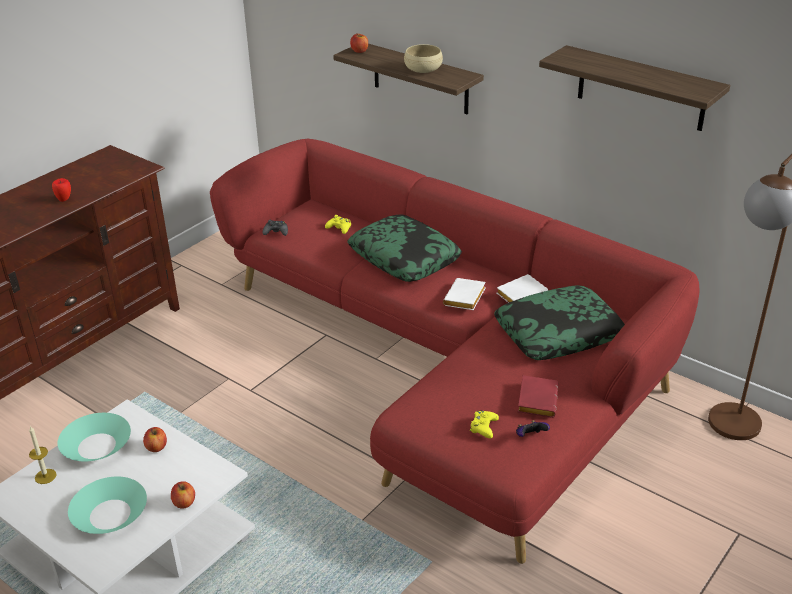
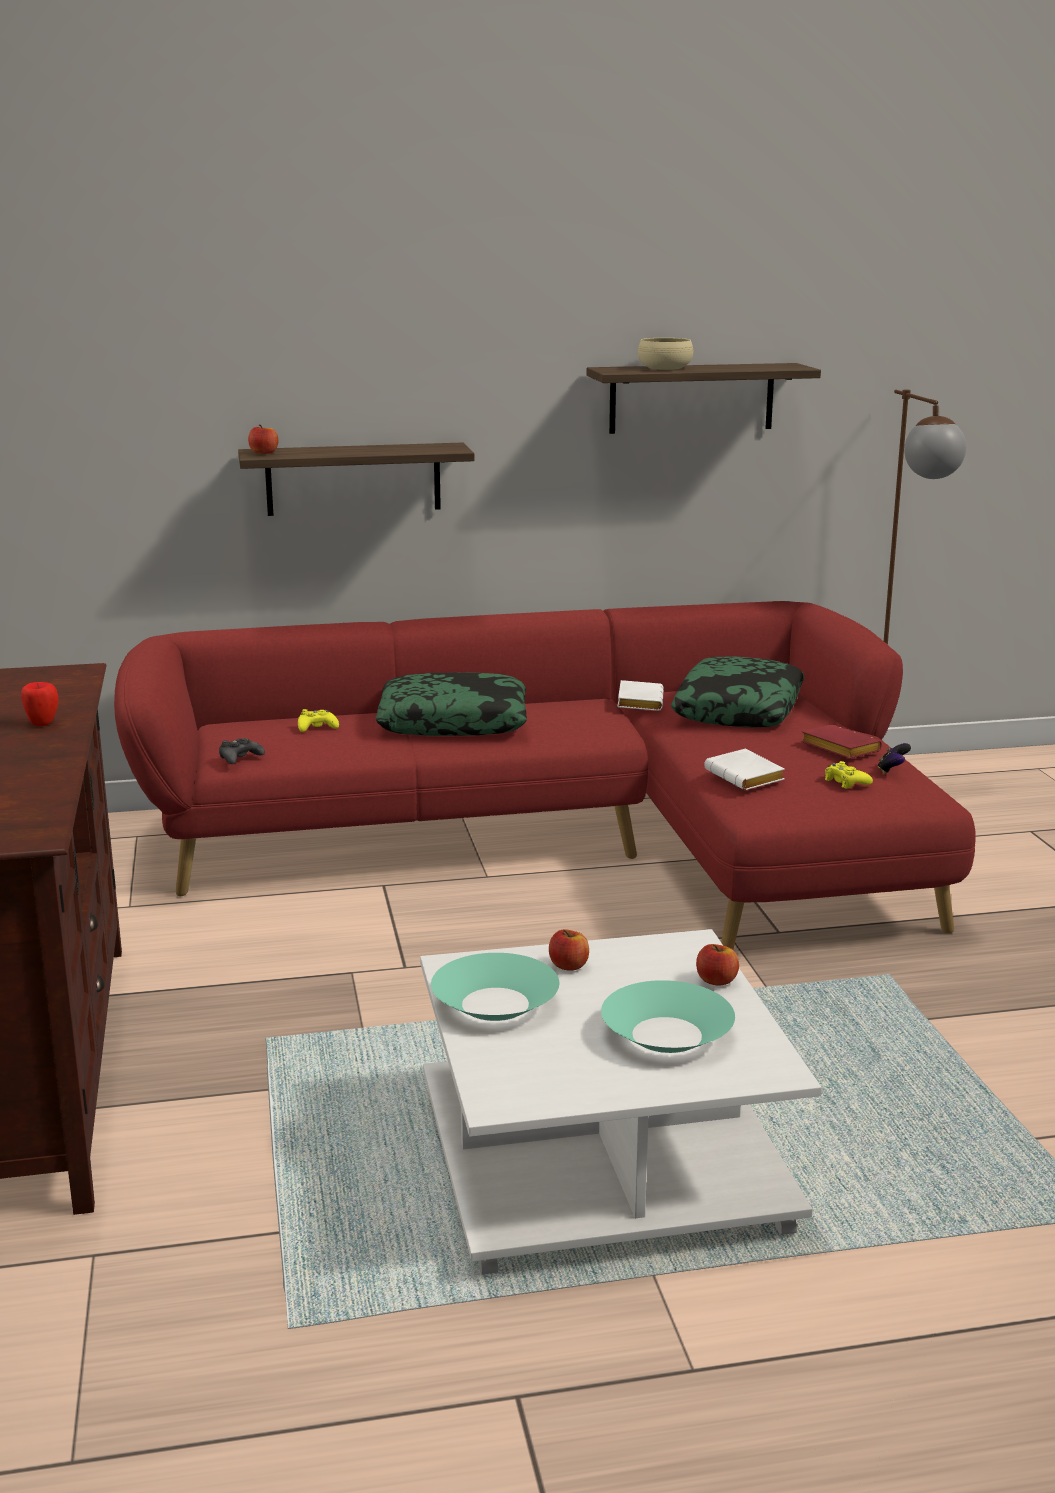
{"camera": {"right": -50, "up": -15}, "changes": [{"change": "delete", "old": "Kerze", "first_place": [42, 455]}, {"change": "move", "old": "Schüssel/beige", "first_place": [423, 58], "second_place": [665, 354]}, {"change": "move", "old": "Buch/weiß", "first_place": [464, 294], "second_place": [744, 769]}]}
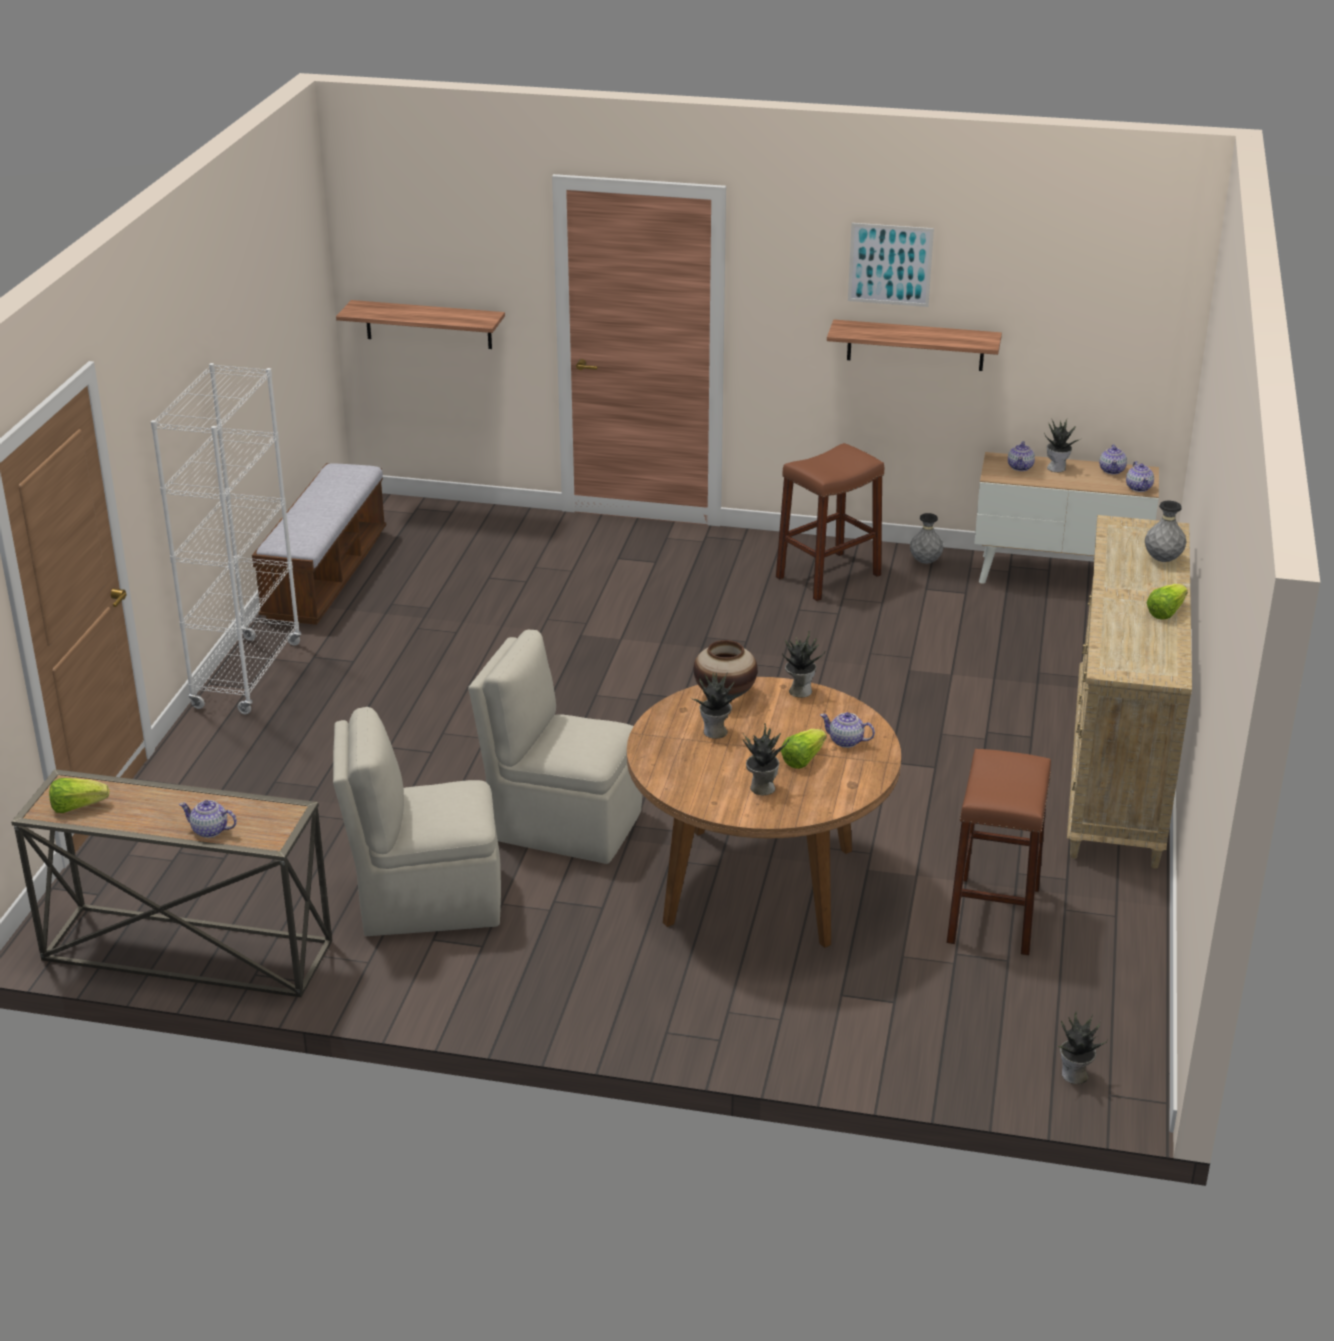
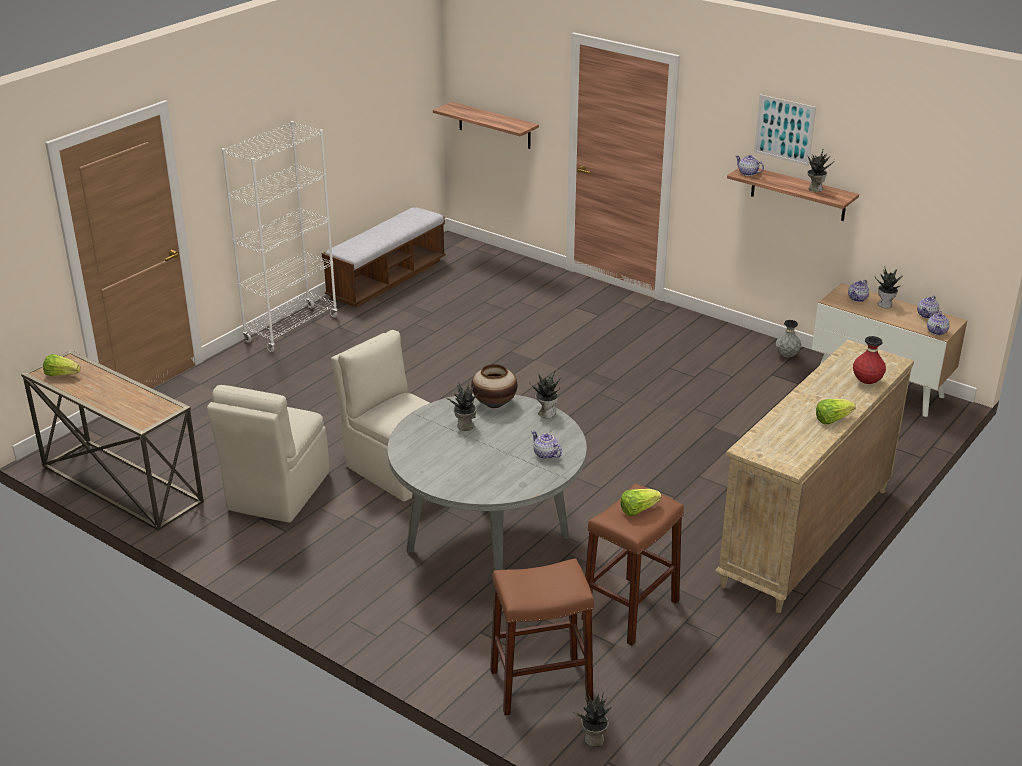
{"camera": {"right": 25, "up": 0}, "changes": [{"change": "move", "old": "Teekanne", "first_place": [208, 819], "second_place": [749, 165]}, {"change": "rotate", "old": "Stuhl/beige", "first_place": [417, 821], "second_place": [268, 454], "degrees": -90}, {"change": "recolor", "old": "Esstisch/braun", "new": "Esstisch/grau", "first_place": [764, 812], "second_place": [487, 481]}, {"change": "move", "old": "Topfpflanze", "first_place": [766, 759], "second_place": [821, 170]}, {"change": "move", "old": "Hocker/braun", "first_place": [830, 522], "second_place": [542, 637]}, {"change": "move", "old": "Salatkopf", "first_place": [803, 749], "second_place": [641, 502]}, {"change": "recolor", "old": "Vase/grau", "new": "Vase/rot", "first_place": [1166, 531], "second_place": [869, 360]}]}
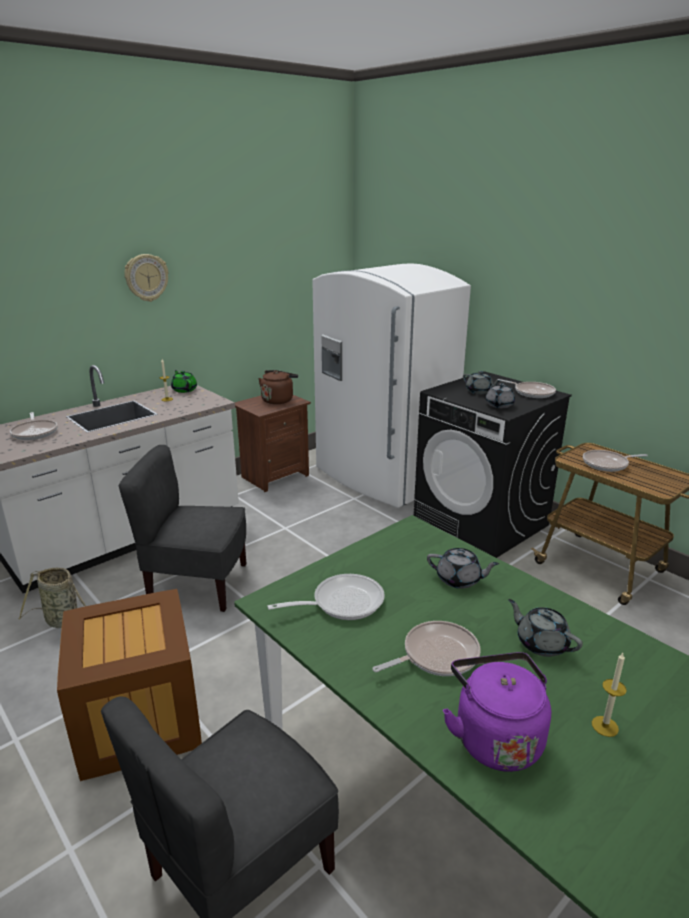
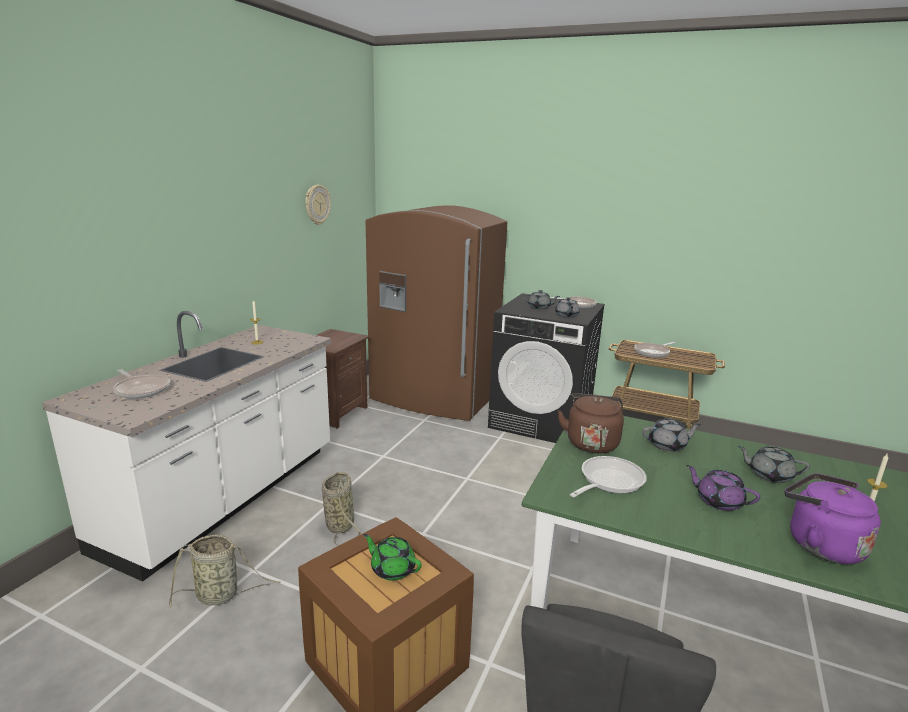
{"camera": {"right": -25, "up": -5}, "changes": [{"change": "replace", "old": "Stuhl/grau", "new": "Korb", "first_place": [182, 528], "second_place": [342, 509]}, {"change": "move", "old": "Wanduhr", "first_place": [146, 278], "second_place": [318, 205]}, {"change": "move", "old": "Teekanne/grün", "first_place": [184, 381], "second_place": [392, 557]}, {"change": "move", "old": "Wasserkessel/braun", "first_place": [278, 387], "second_place": [591, 423]}, {"change": "recolor", "old": "Kühlschrank/weiß", "new": "Kühlschrank/braun", "first_place": [391, 385], "second_place": [436, 313]}, {"change": "replace", "old": "Pfanne", "new": "Teekanne/lila", "first_place": [427, 648], "second_place": [723, 488]}]}
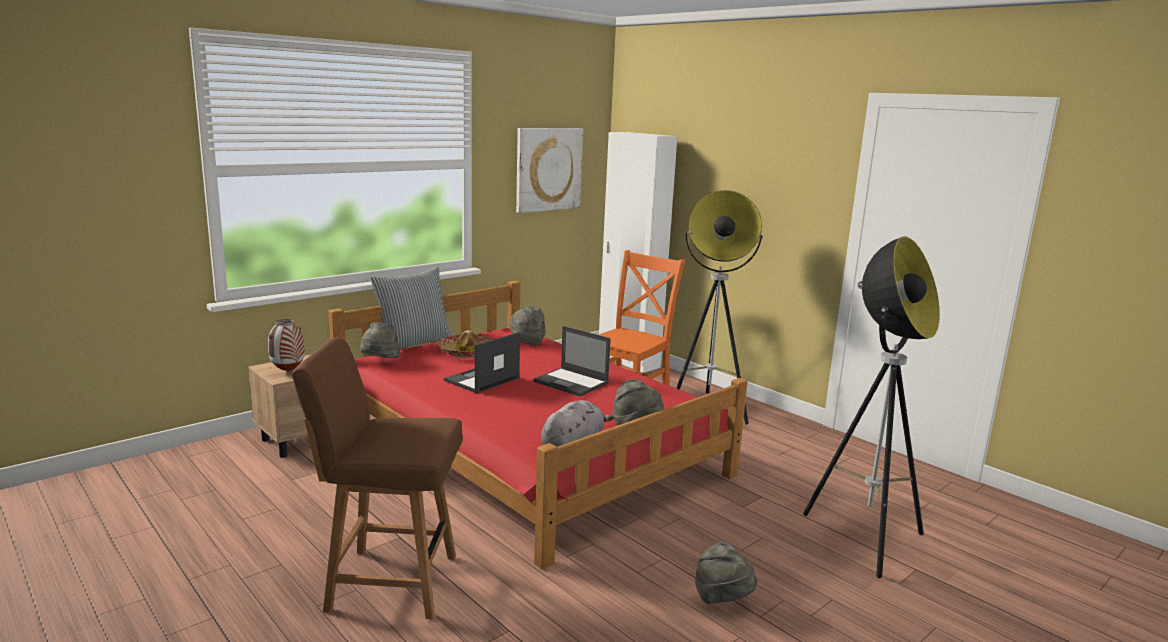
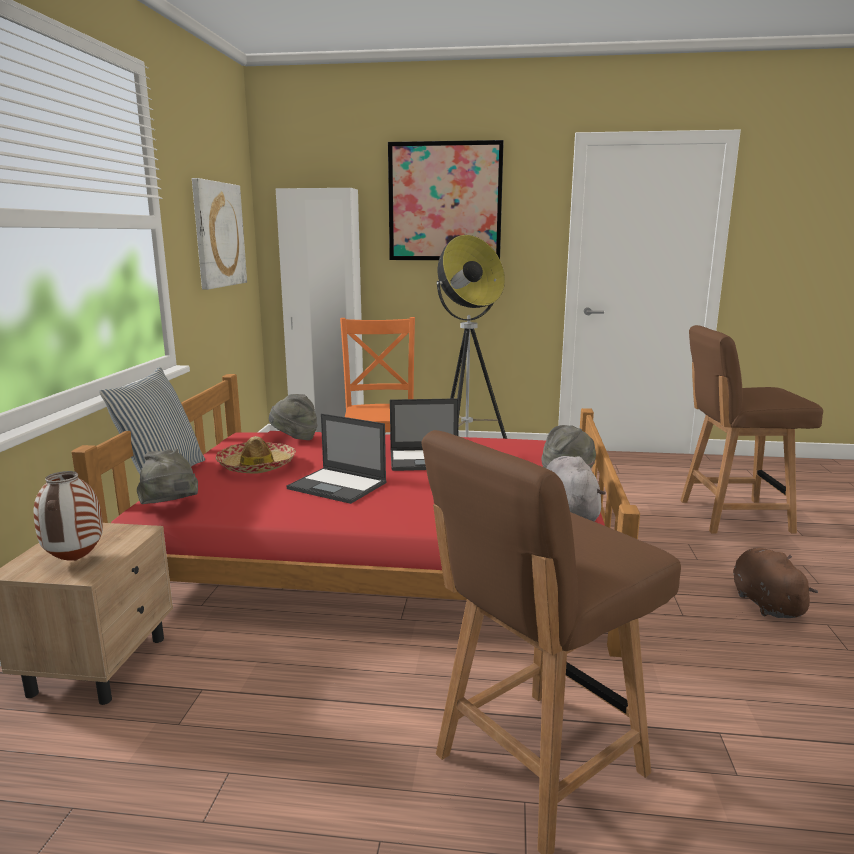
{"camera": {"right": -40, "up": 0}, "changes": [{"change": "rotate", "old": "Laptop", "first_place": [482, 362], "second_place": [336, 458], "degrees": -60}, {"change": "replace", "old": "Hut/grau", "new": "Plüschtier/braun", "first_place": [726, 572], "second_place": [775, 583]}, {"change": "replace", "old": "Stehlampe", "new": "Stuhl/braun", "first_place": [871, 407], "second_place": [751, 429]}, {"change": "insert", "new": "Bild", "second_place": [446, 200]}]}
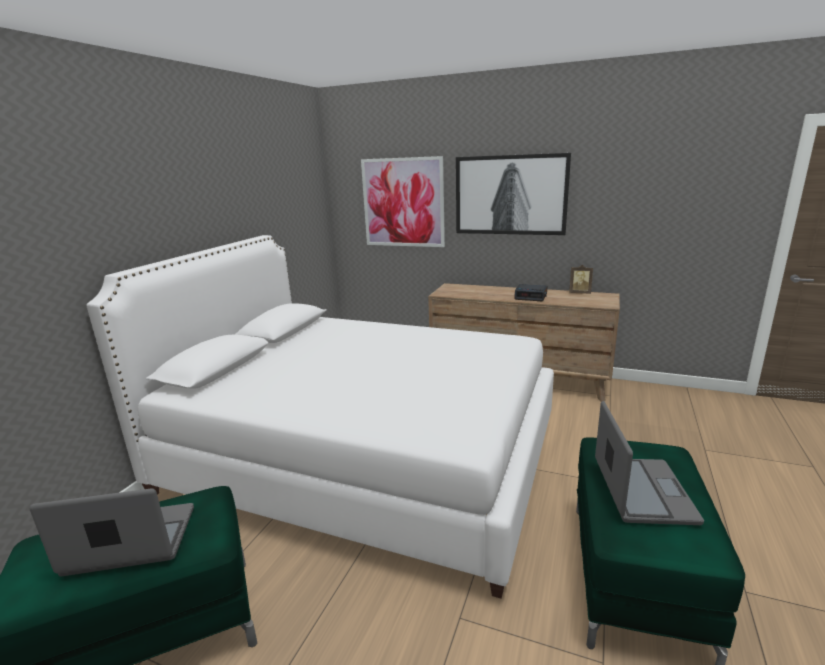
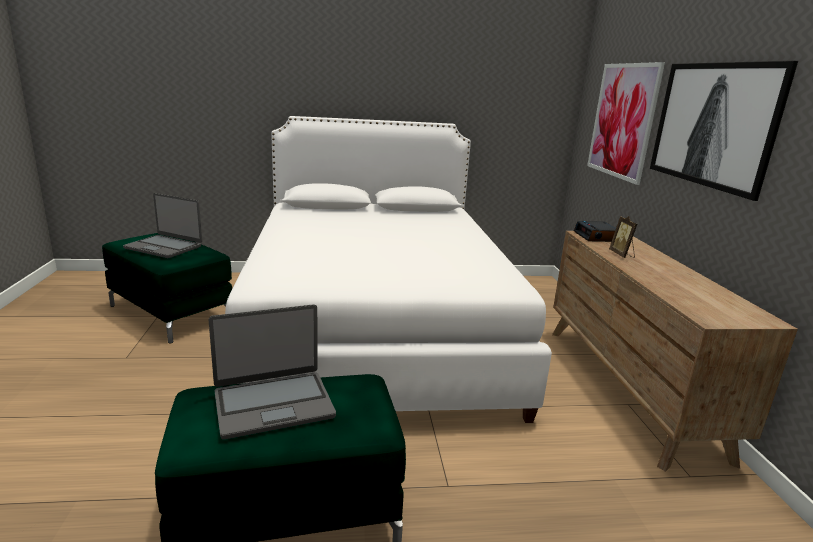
{"camera": {"right": 60, "up": 0}, "changes": [{"change": "rotate", "old": "Laptop", "first_place": [111, 533], "second_place": [162, 225], "degrees": 150}, {"change": "move", "old": "Wecker", "first_place": [531, 292], "second_place": [595, 231]}, {"change": "move", "old": "Bilderrahmen", "first_place": [581, 279], "second_place": [623, 237]}]}
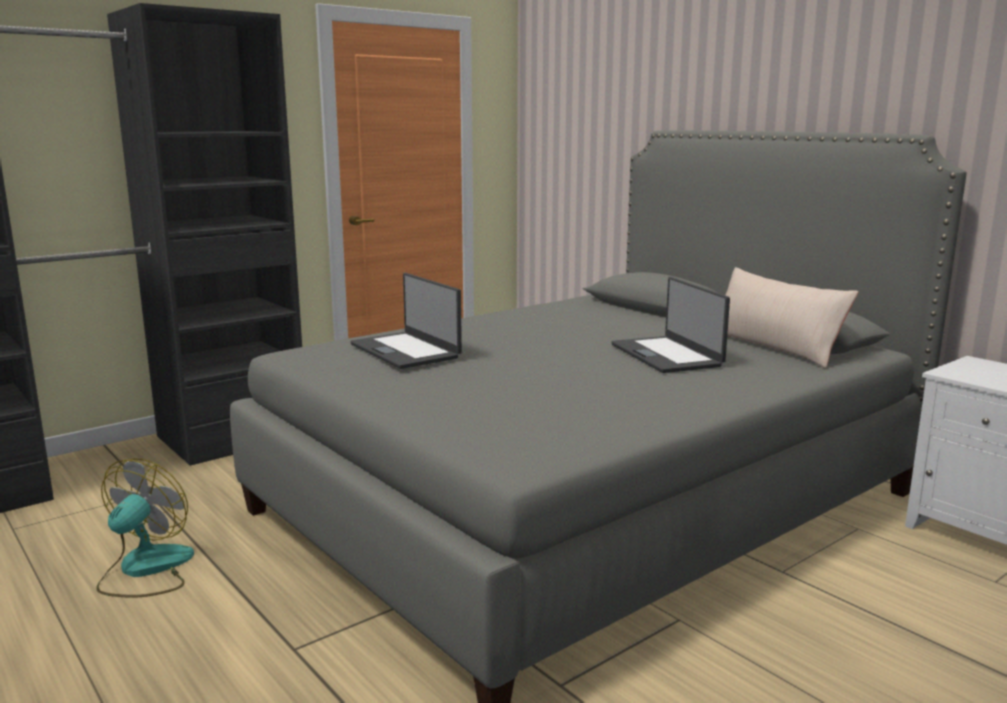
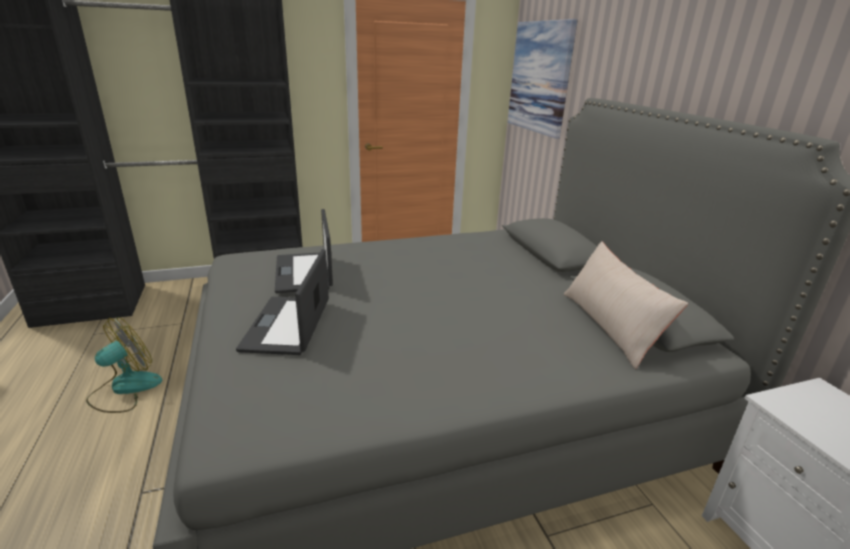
{"camera": {"right": 20, "up": 10}, "changes": [{"change": "move", "old": "Laptop", "first_place": [670, 325], "second_place": [282, 302]}, {"change": "insert", "new": "Bild", "second_place": [543, 79]}]}
